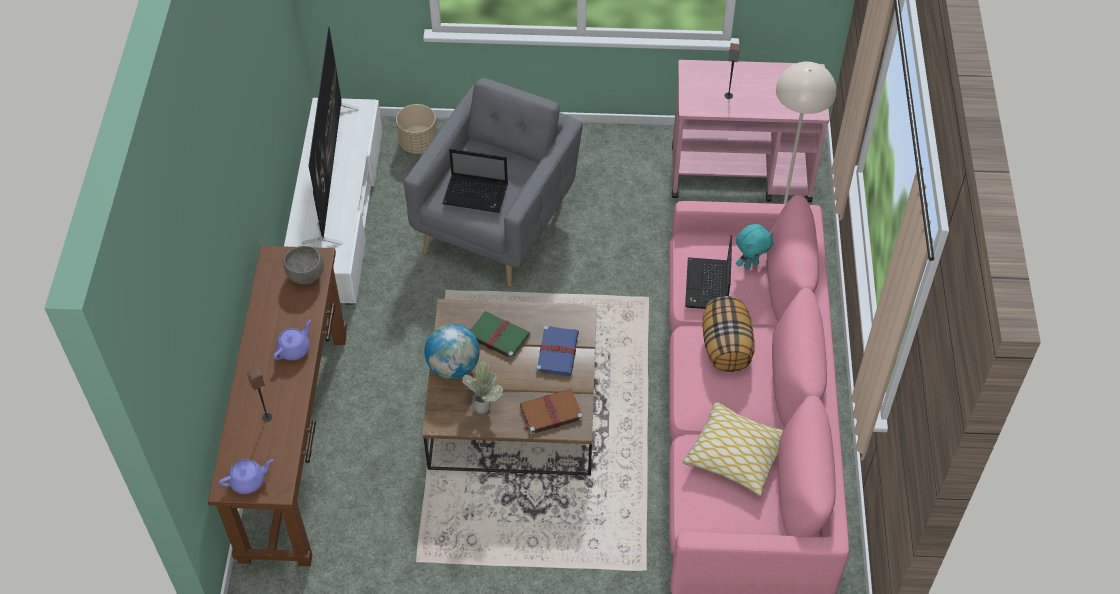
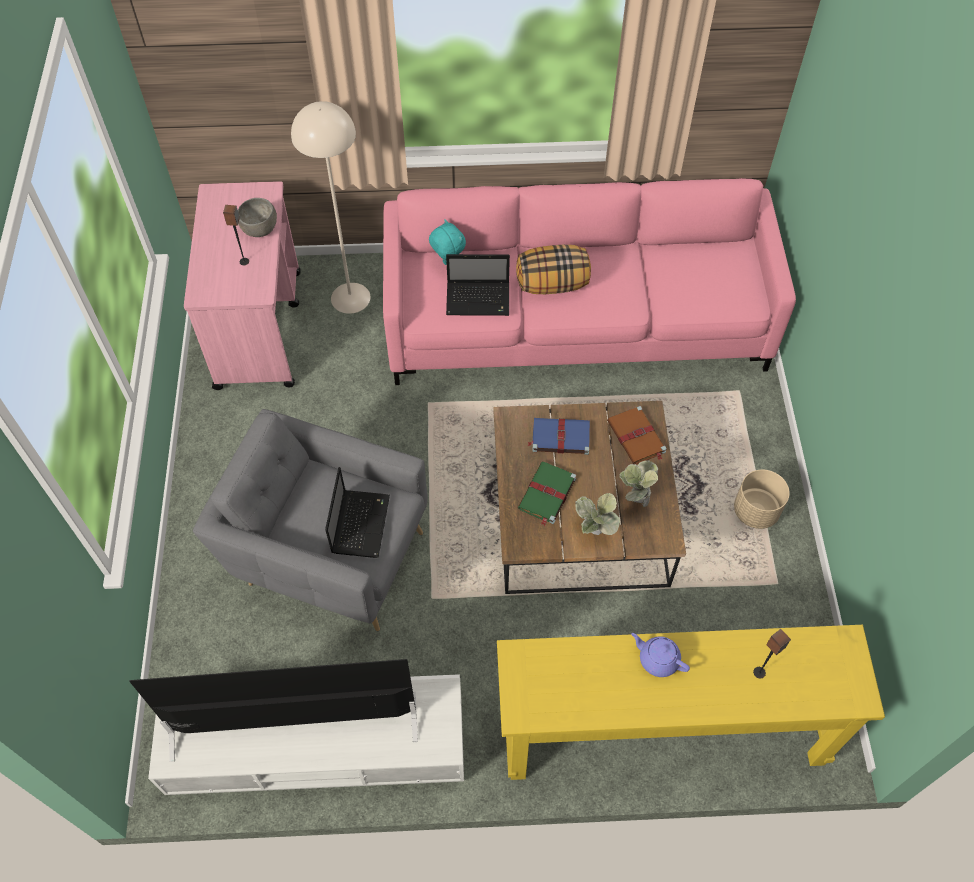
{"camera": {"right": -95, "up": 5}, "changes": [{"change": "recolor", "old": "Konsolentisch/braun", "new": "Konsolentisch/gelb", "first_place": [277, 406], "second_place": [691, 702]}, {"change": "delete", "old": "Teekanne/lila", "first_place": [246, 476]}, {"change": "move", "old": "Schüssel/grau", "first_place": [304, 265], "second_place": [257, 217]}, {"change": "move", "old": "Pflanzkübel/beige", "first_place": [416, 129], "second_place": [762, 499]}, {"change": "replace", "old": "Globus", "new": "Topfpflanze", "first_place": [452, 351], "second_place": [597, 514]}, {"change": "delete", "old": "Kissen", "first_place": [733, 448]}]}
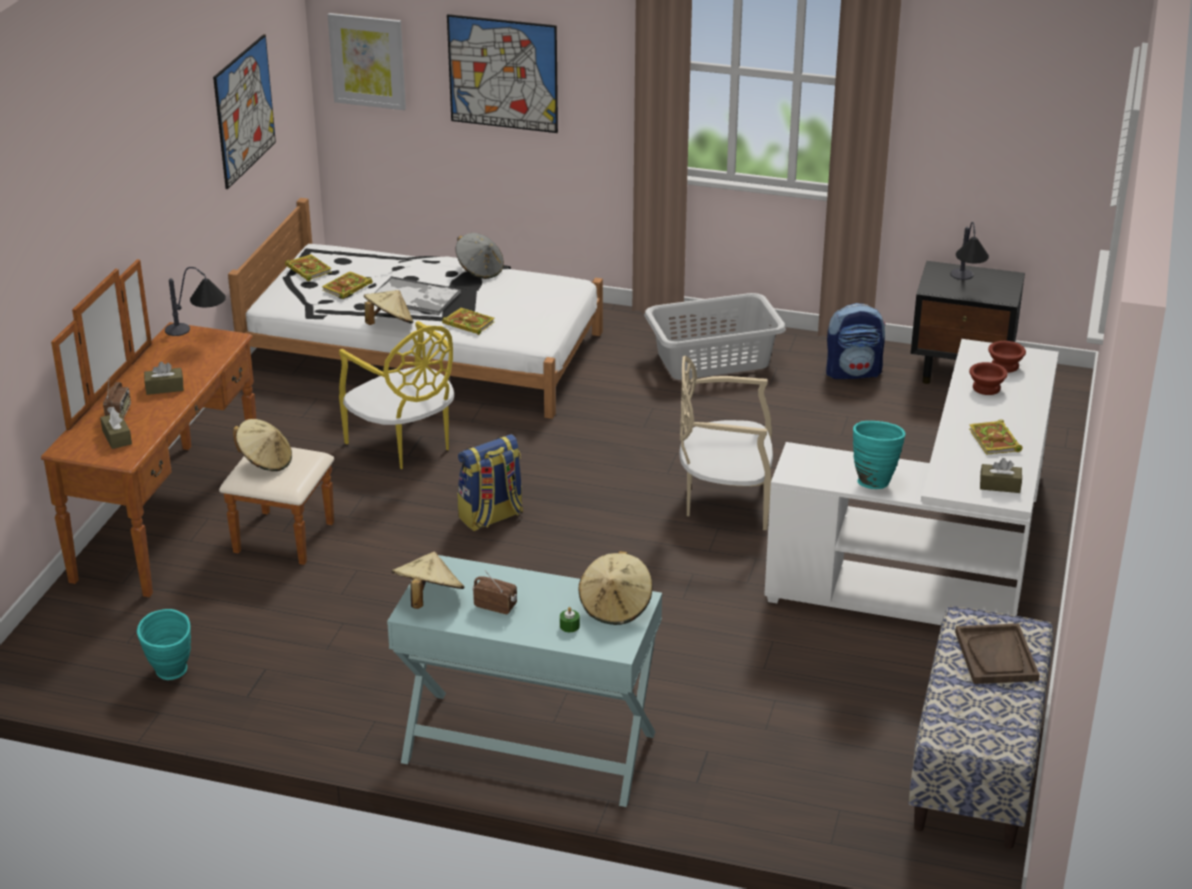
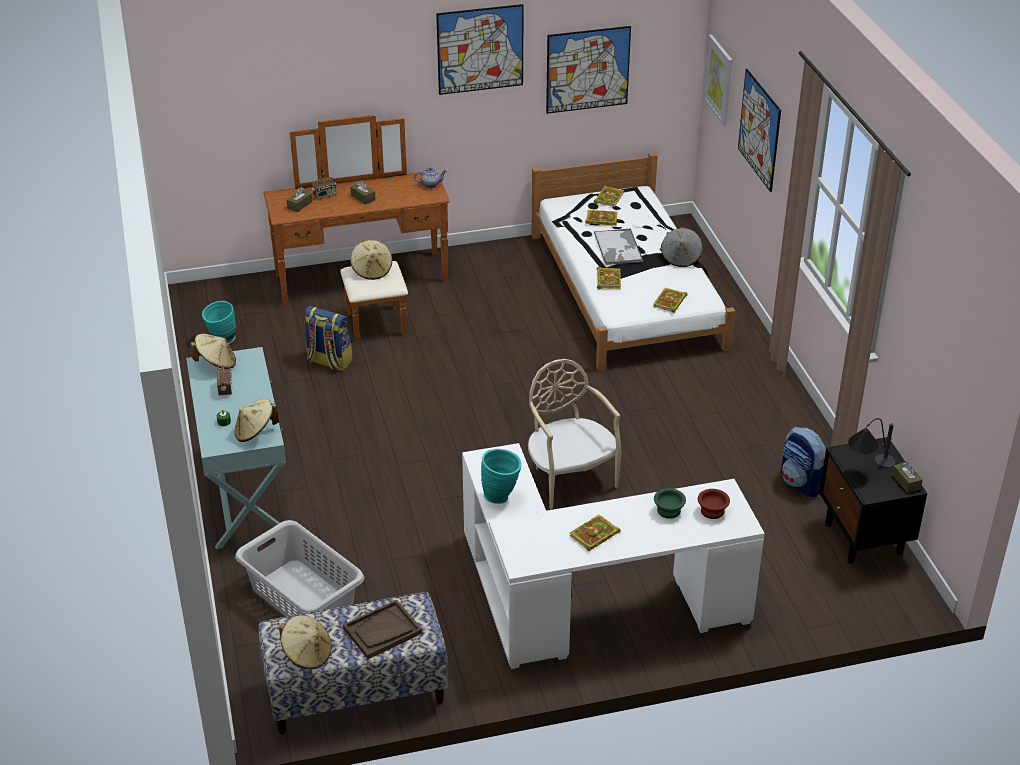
{"camera": {"right": 60, "up": 5}, "changes": [{"change": "replace", "old": "Tischlampe", "new": "Teekanne", "first_place": [195, 301], "second_place": [430, 178]}, {"change": "delete", "old": "Stuhl/gelb", "first_place": [396, 395]}, {"change": "move", "old": "Hut/beige", "first_place": [389, 307], "second_place": [305, 642]}, {"change": "move", "old": "Rucksack", "first_place": [490, 482], "second_place": [328, 338]}, {"change": "move", "old": "Wäschekorb/grau", "first_place": [715, 336], "second_place": [299, 568]}, {"change": "recolor", "old": "Schüssel/braun", "new": "Schüssel/grün", "first_place": [988, 378], "second_place": [670, 503]}, {"change": "move", "old": "Taschentuchbox/braun", "first_place": [1001, 475], "second_place": [907, 477]}, {"change": "insert", "new": "Bild", "second_place": [480, 49]}, {"change": "insert", "new": "Buch", "second_place": [670, 300]}]}
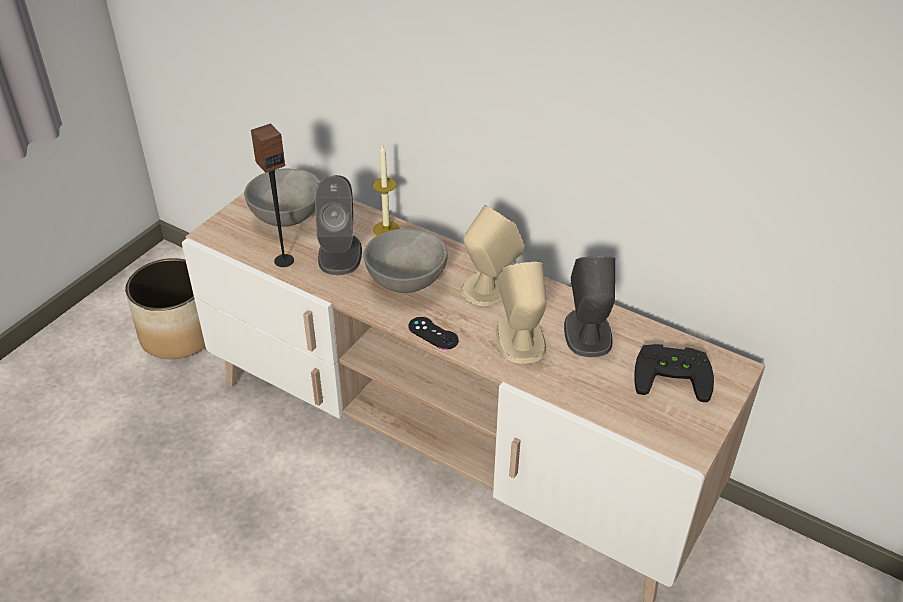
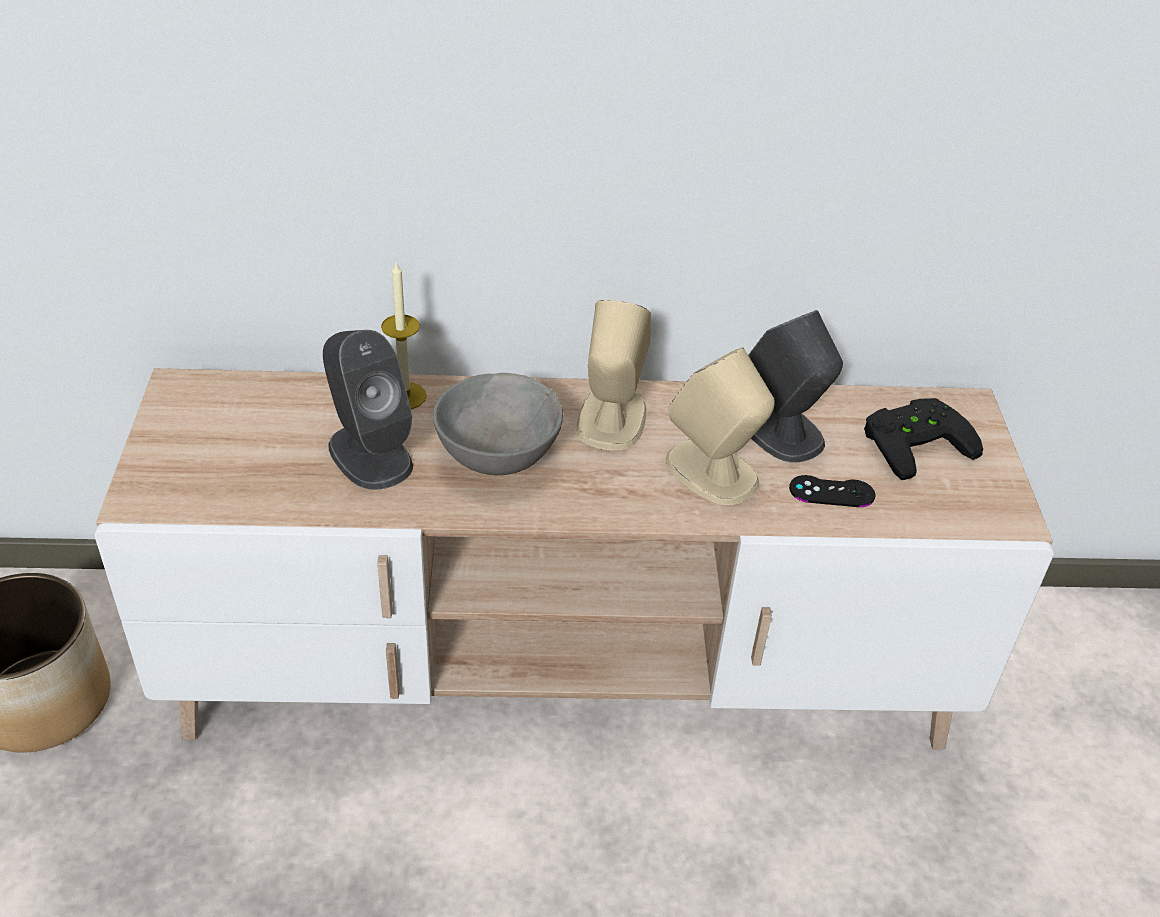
{"camera": {"right": -35, "up": 0}, "changes": [{"change": "delete", "old": "Schüssel/grau", "first_place": [282, 198]}, {"change": "delete", "old": "Lautsprecher", "first_place": [272, 195]}, {"change": "move", "old": "Gamepad/schwarz", "first_place": [433, 333], "second_place": [832, 491]}]}
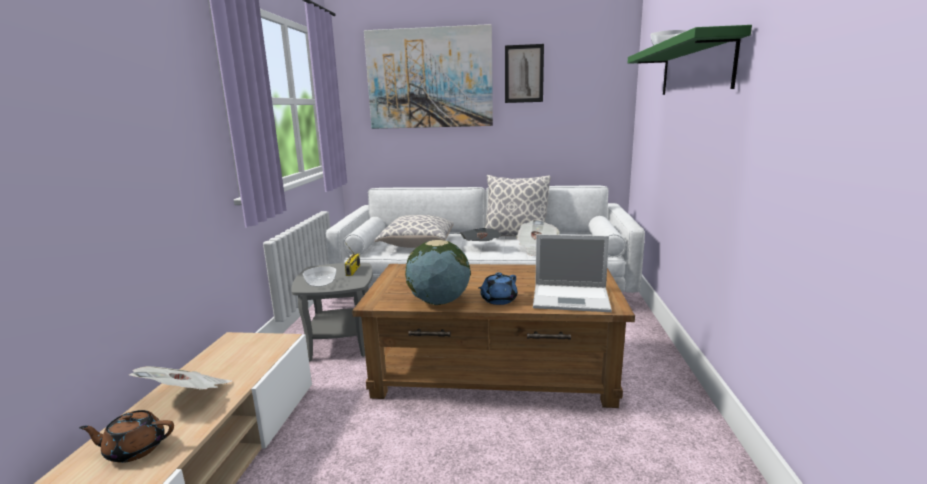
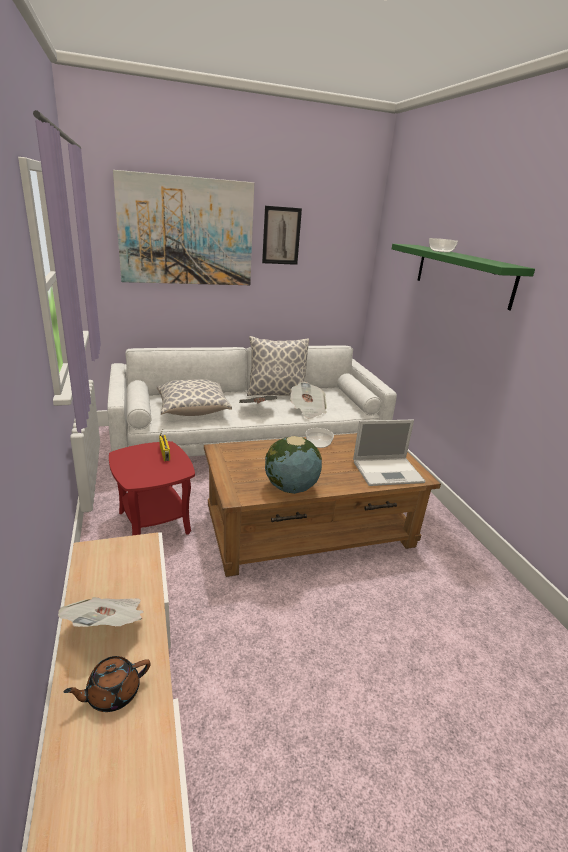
{"camera": {"right": -25, "up": 10}, "changes": [{"change": "recolor", "old": "Beistelltisch/grau", "new": "Beistelltisch/rot", "first_place": [332, 312], "second_place": [152, 488]}, {"change": "move", "old": "Schüssel", "first_place": [319, 276], "second_place": [320, 438]}, {"change": "delete", "old": "Teekanne/blau", "first_place": [498, 288]}]}
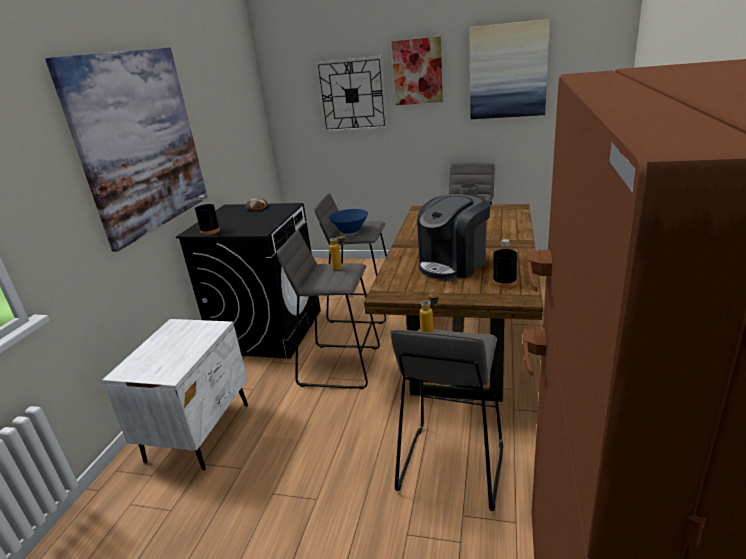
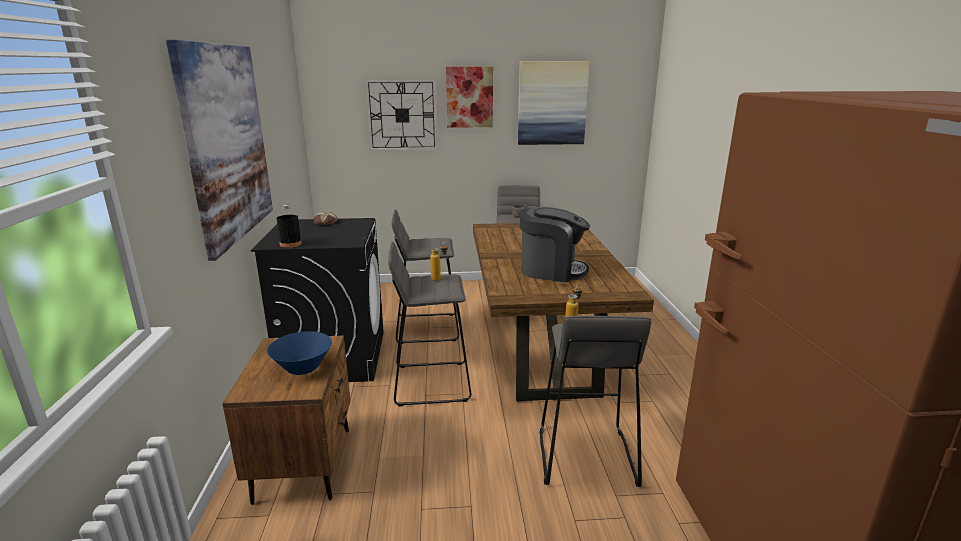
{"camera": {"right": -20, "up": -5}, "changes": [{"change": "recolor", "old": "Nachttisch/weiß", "new": "Nachttisch/braun", "first_place": [175, 394], "second_place": [286, 420]}, {"change": "move", "old": "Schüssel/blau", "first_place": [348, 221], "second_place": [299, 353]}, {"change": "rotate", "old": "Kaffeemaschine", "first_place": [453, 237], "second_place": [555, 244], "degrees": -105}, {"change": "delete", "old": "Flasche/schwarz", "first_place": [505, 263]}]}
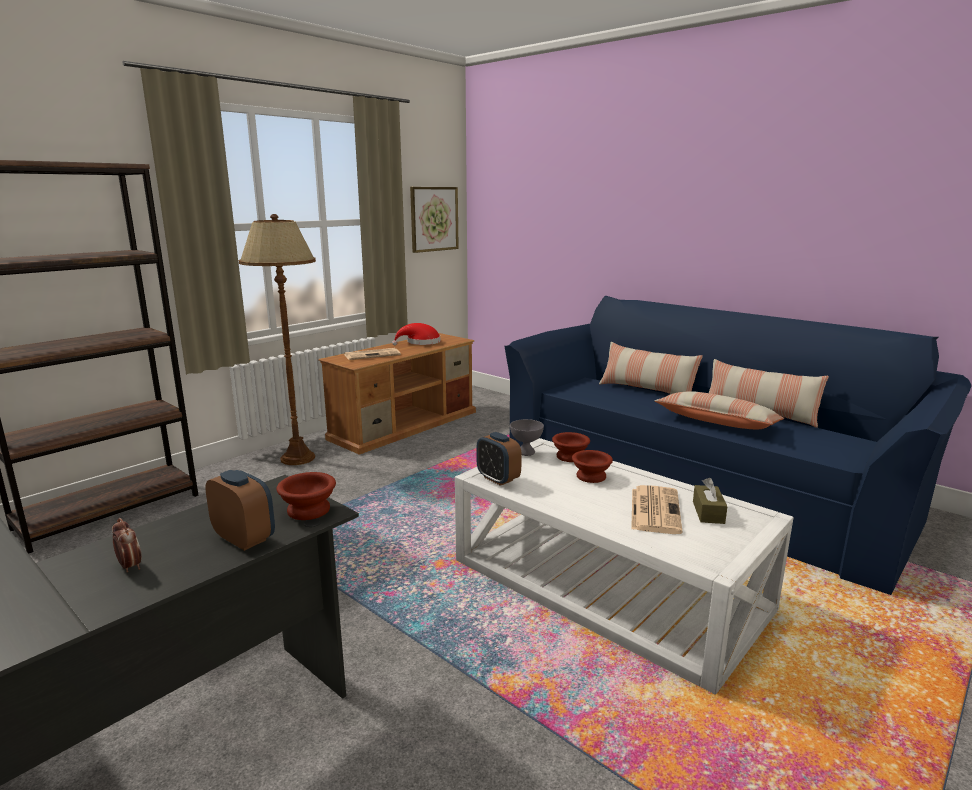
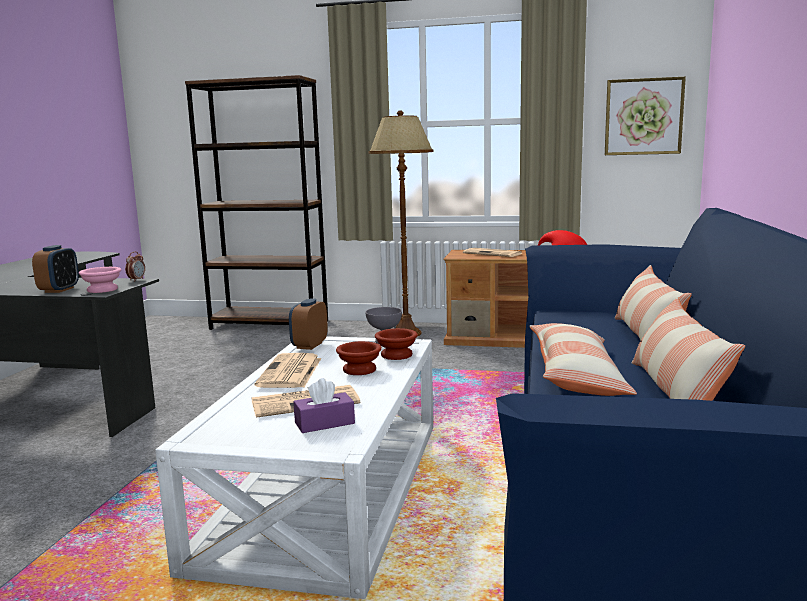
{"camera": {"right": 60, "up": -5}, "changes": [{"change": "move", "old": "Wecker", "first_place": [127, 545], "second_place": [135, 266]}, {"change": "recolor", "old": "Schüssel/braun", "new": "Schüssel/rosa", "first_place": [306, 496], "second_place": [100, 280]}, {"change": "recolor", "old": "Taschentuchbox/braun", "new": "Taschentuchbox/lila", "first_place": [710, 501], "second_place": [324, 405]}, {"change": "insert", "new": "Zeitung", "second_place": [288, 370]}]}
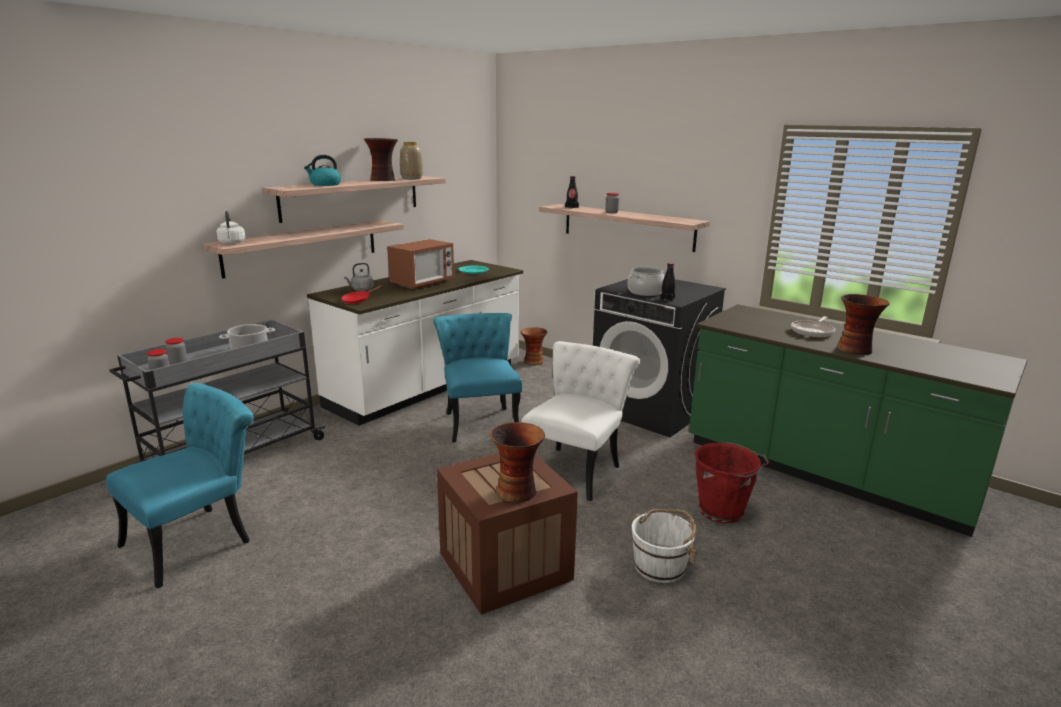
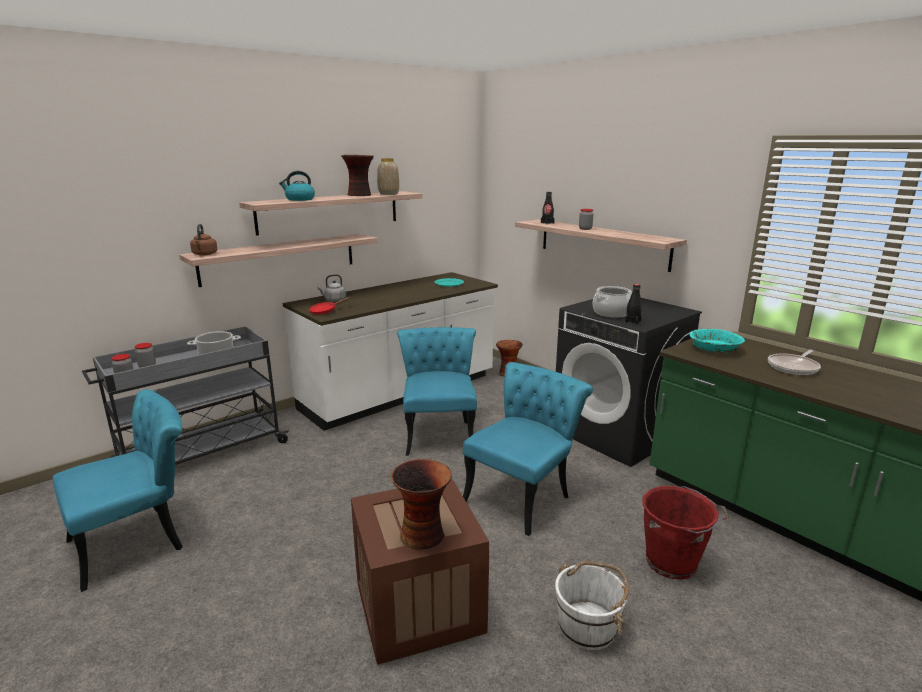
{"camera": {"right": 10, "up": 0}, "changes": [{"change": "recolor", "old": "Wasserkessel/weiß", "new": "Wasserkessel/braun", "first_place": [231, 227], "second_place": [203, 240]}, {"change": "delete", "old": "Mikrowelle", "first_place": [420, 264]}, {"change": "recolor", "old": "Stuhl/weiß", "new": "Stuhl/türkis", "first_place": [580, 421], "second_place": [528, 449]}, {"change": "delete", "old": "Vase", "first_place": [863, 324]}, {"change": "insert", "new": "Schüssel/türkis", "second_place": [717, 341]}]}
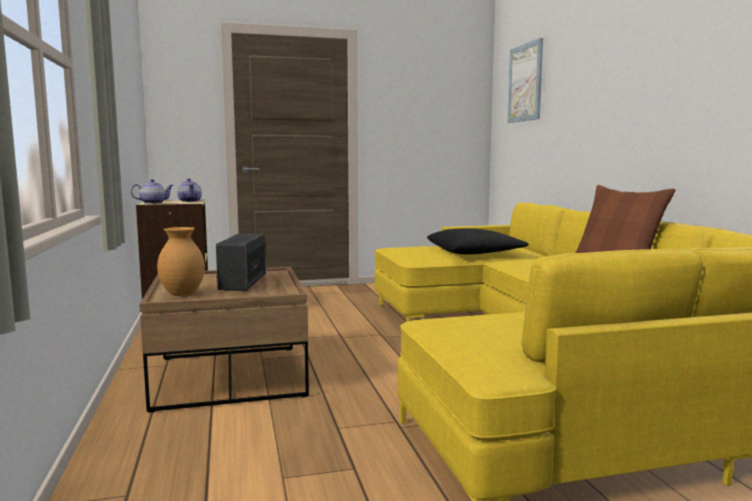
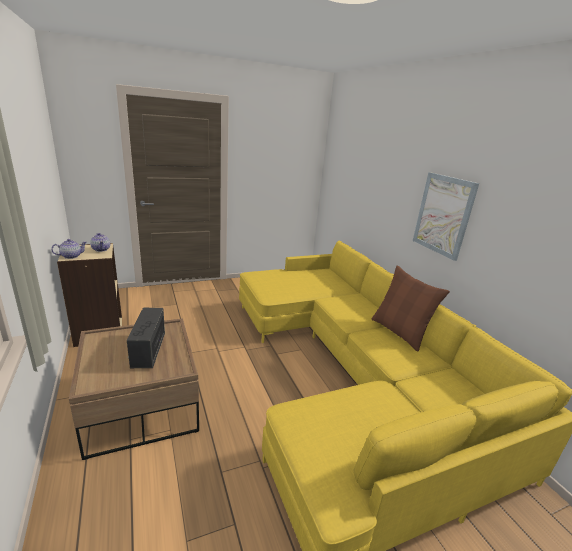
{"camera": {"right": -10, "up": 15}, "changes": [{"change": "delete", "old": "Vase/braun", "first_place": [181, 261]}, {"change": "delete", "old": "Kissen/schwarz", "first_place": [478, 241]}, {"change": "move", "old": "Bild", "first_place": [525, 80], "second_place": [446, 216]}]}
